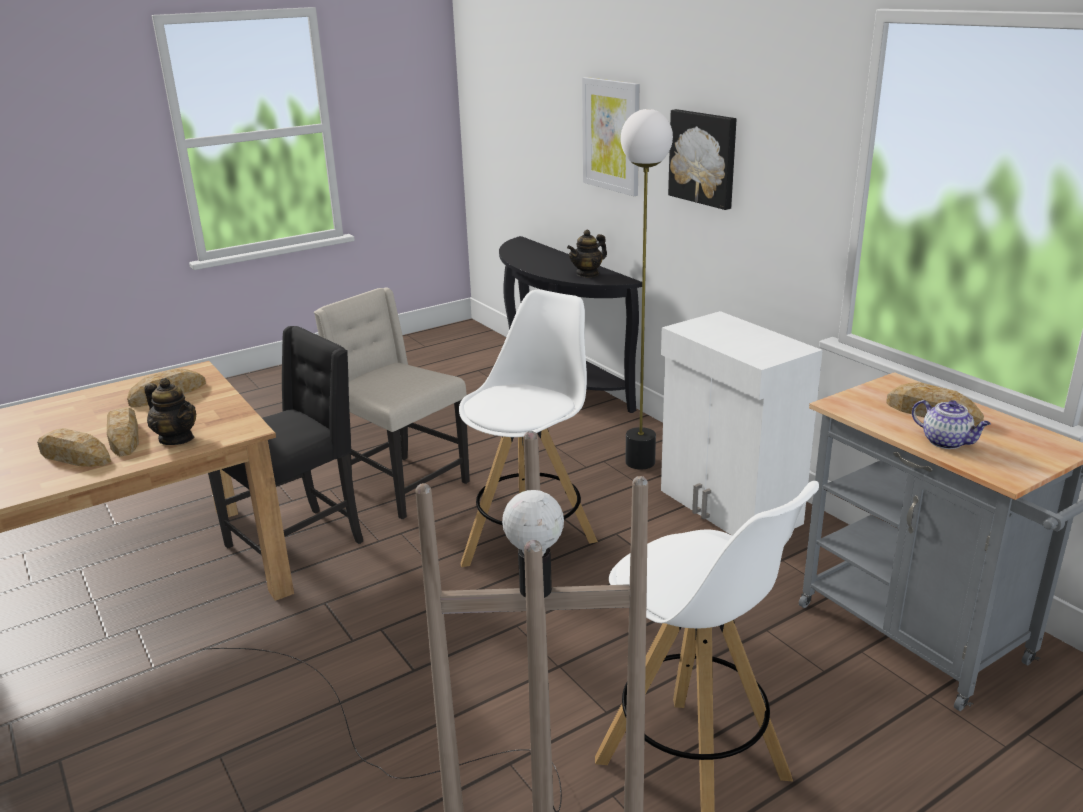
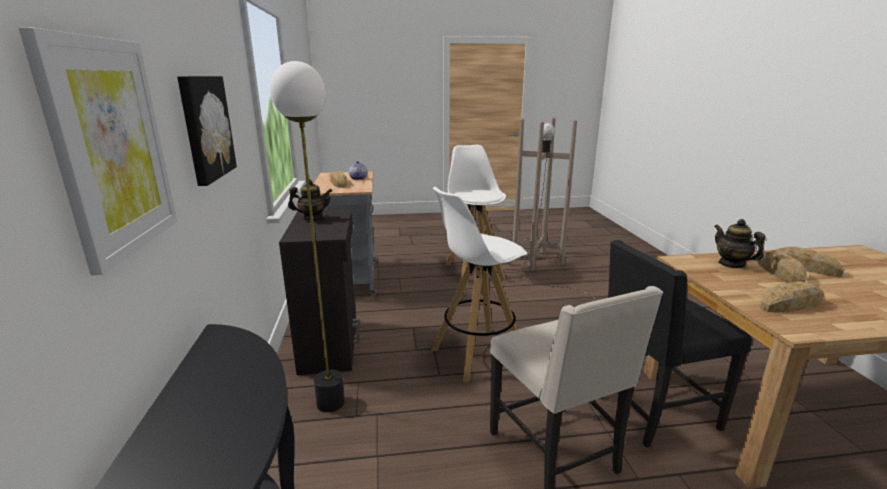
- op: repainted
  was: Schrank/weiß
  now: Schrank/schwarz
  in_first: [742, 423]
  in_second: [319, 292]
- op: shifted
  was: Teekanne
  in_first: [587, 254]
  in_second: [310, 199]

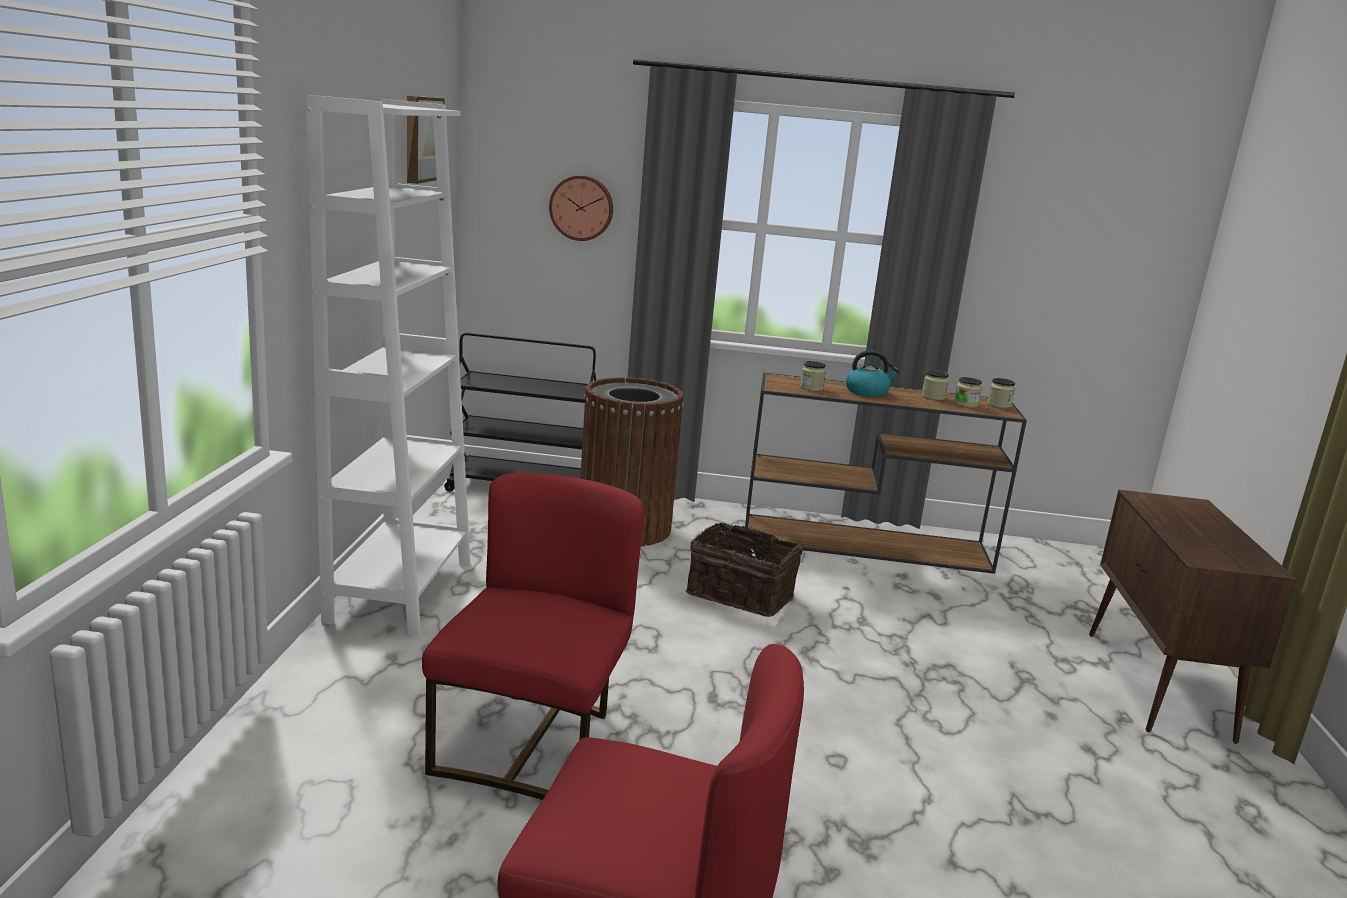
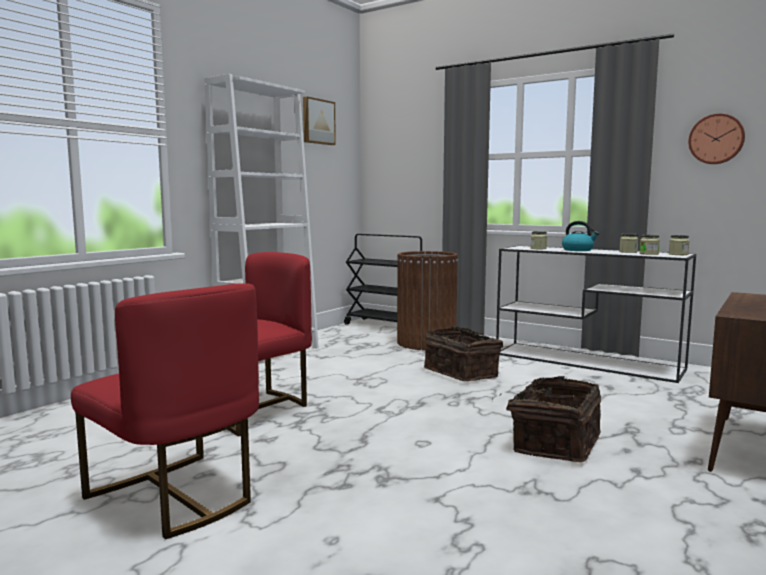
- op: new
  now: Korb
  in_second: [546, 419]
- op: repainted
  was: Konsolentisch/braun
  now: Konsolentisch/weiß
  in_first: [886, 473]
  in_second: [596, 314]
- op: shifted
  was: Wanduhr
  in_first: [581, 208]
  in_second: [716, 138]

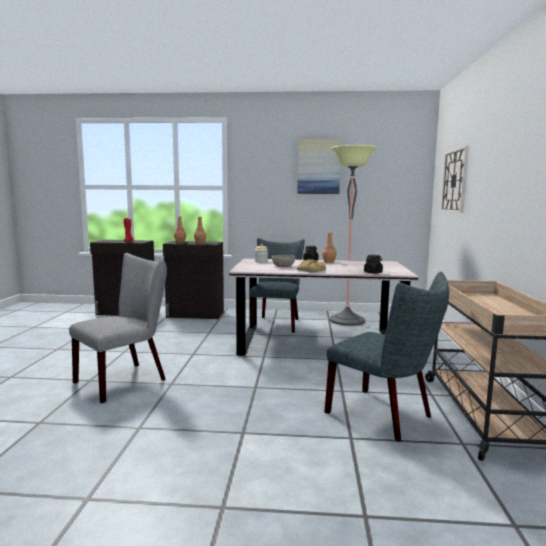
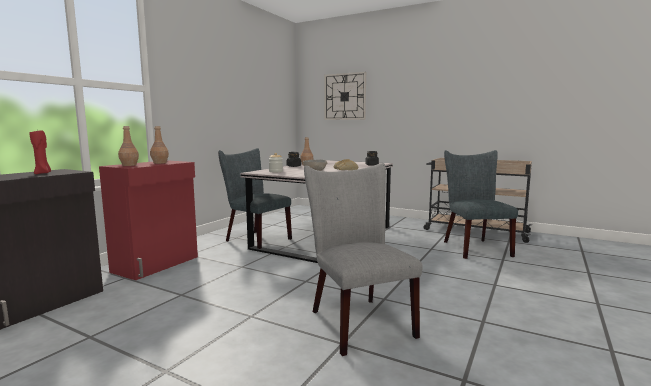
- op: repainted
  was: Schrank/schwarz
  now: Schrank/rot
  in_first: [193, 280]
  in_second: [148, 220]
- op: rotated
  was: Stuhl/grau
  in_first: [387, 357]
  in_second: [481, 204]
  clockwise: -75
- op: gone
  was: Bild
  in_first: [319, 167]
- op: gone
  was: Stehlampe
  in_first: [353, 235]

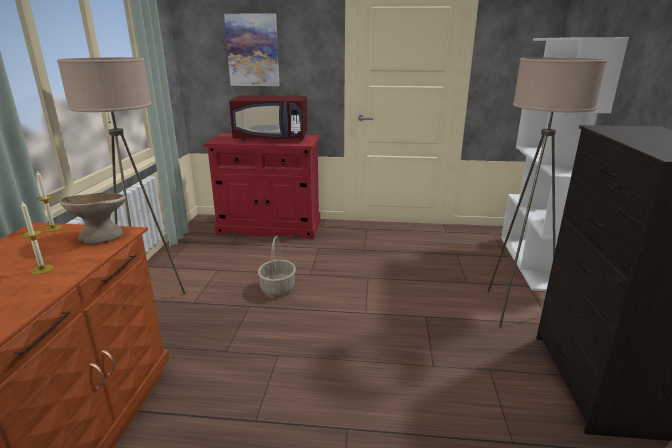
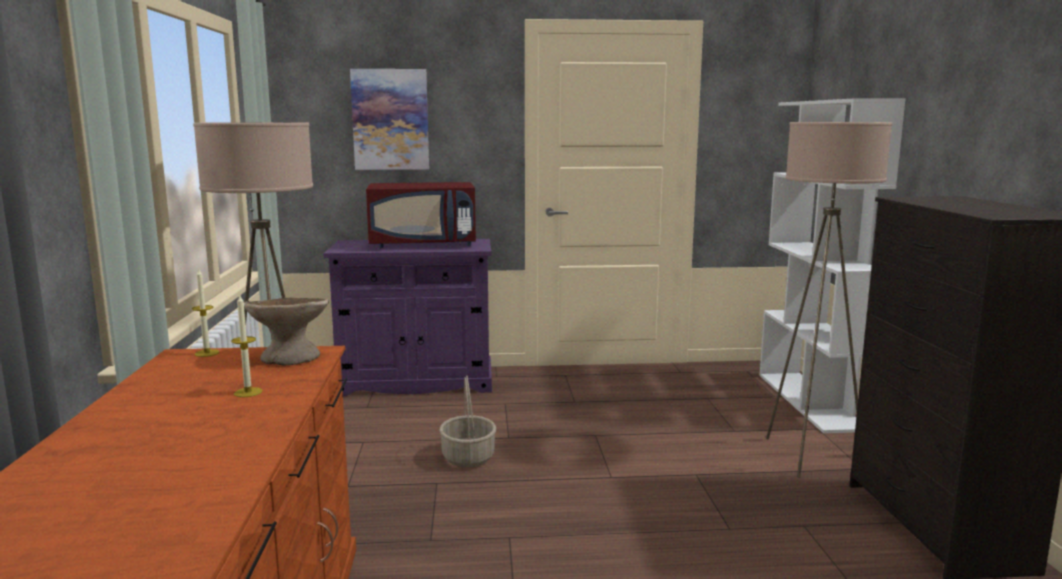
- op: repainted
  was: Schrank/rot
  now: Schrank/lila
  in_first: [261, 186]
  in_second: [407, 317]

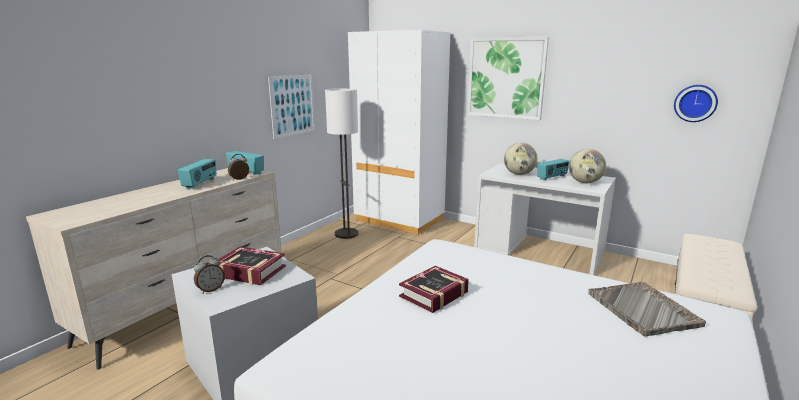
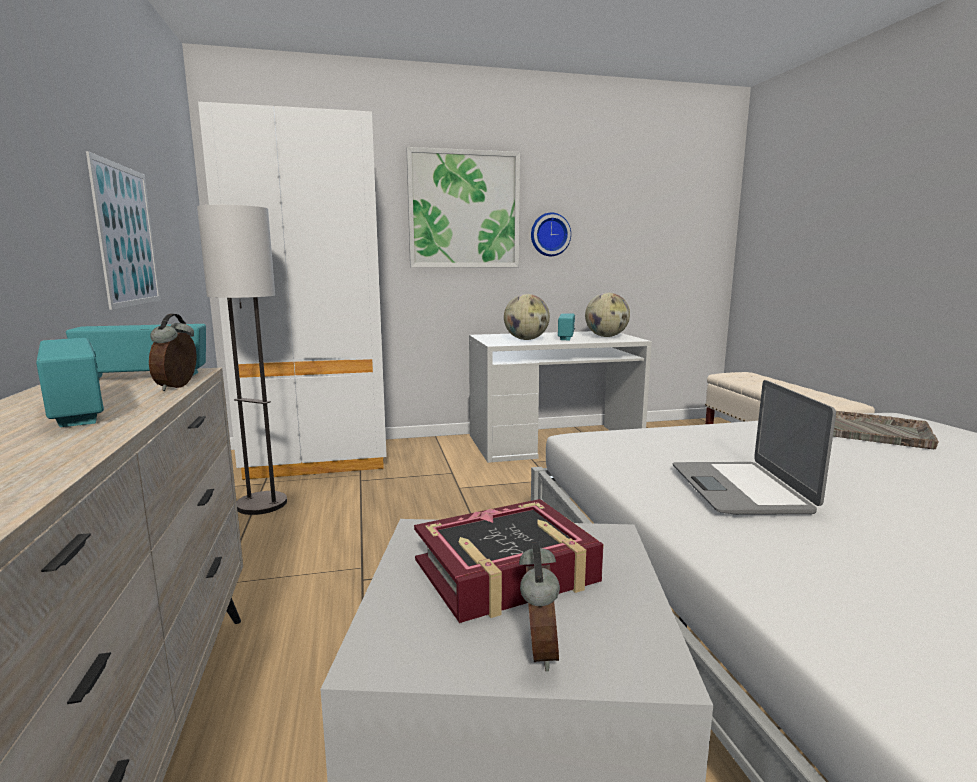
- op: shifted
  was: Wanduhr
  in_first: [696, 103]
  in_second: [551, 234]
- op: swapped
  was: Buch
  now: Laptop
  in_first: [434, 289]
  in_second: [754, 447]

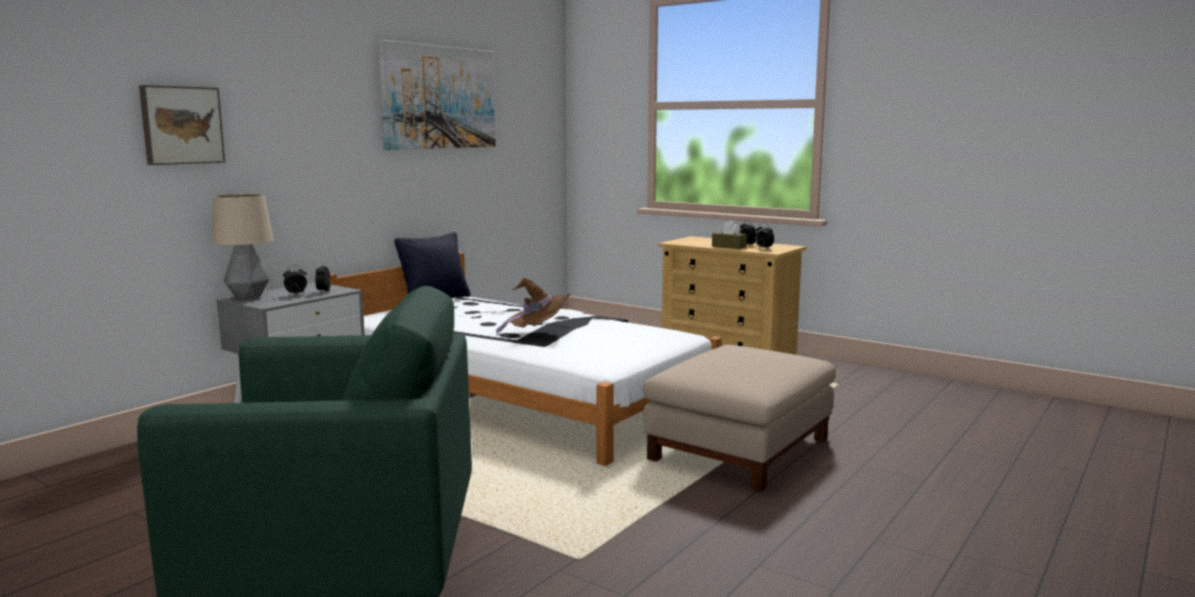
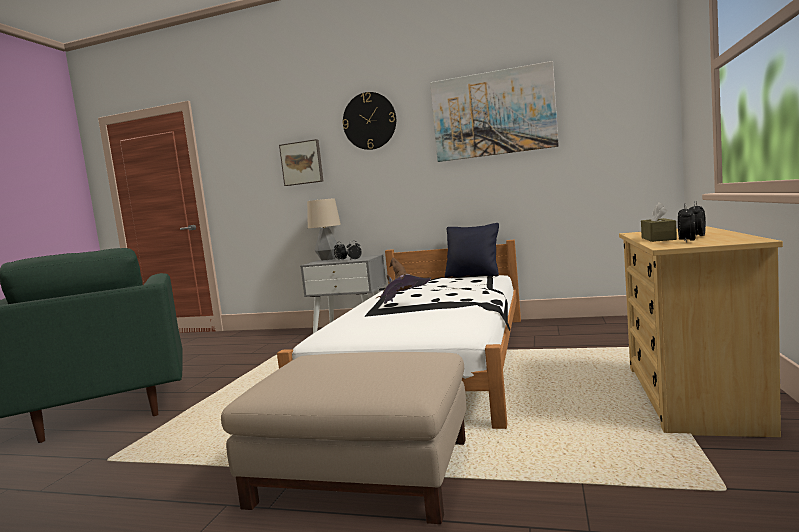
- op: new
  now: Wanduhr
  in_second: [369, 121]

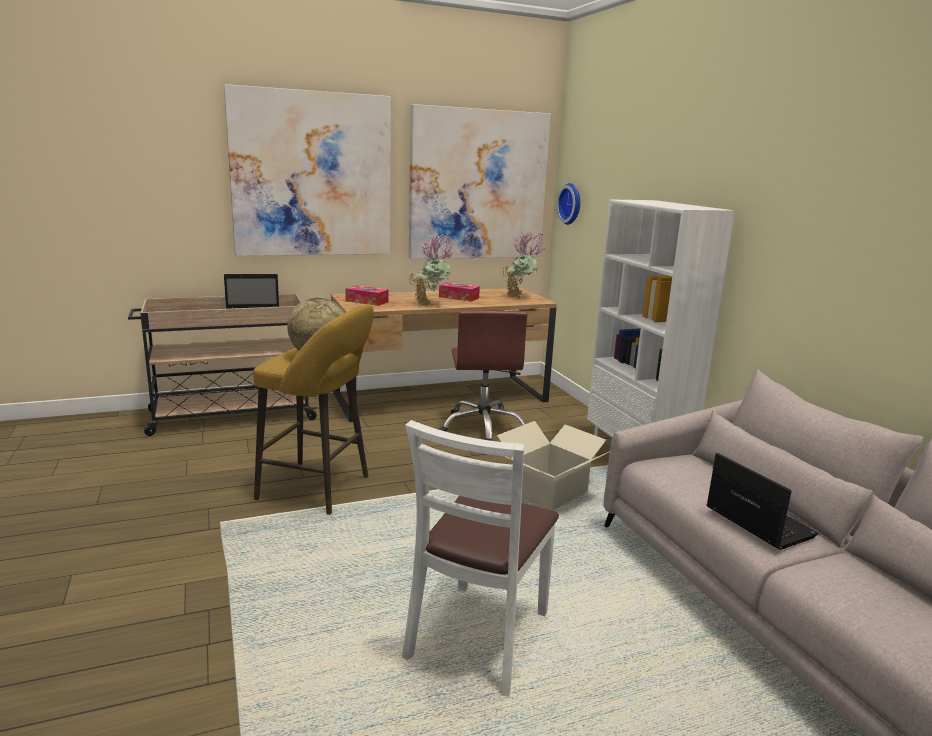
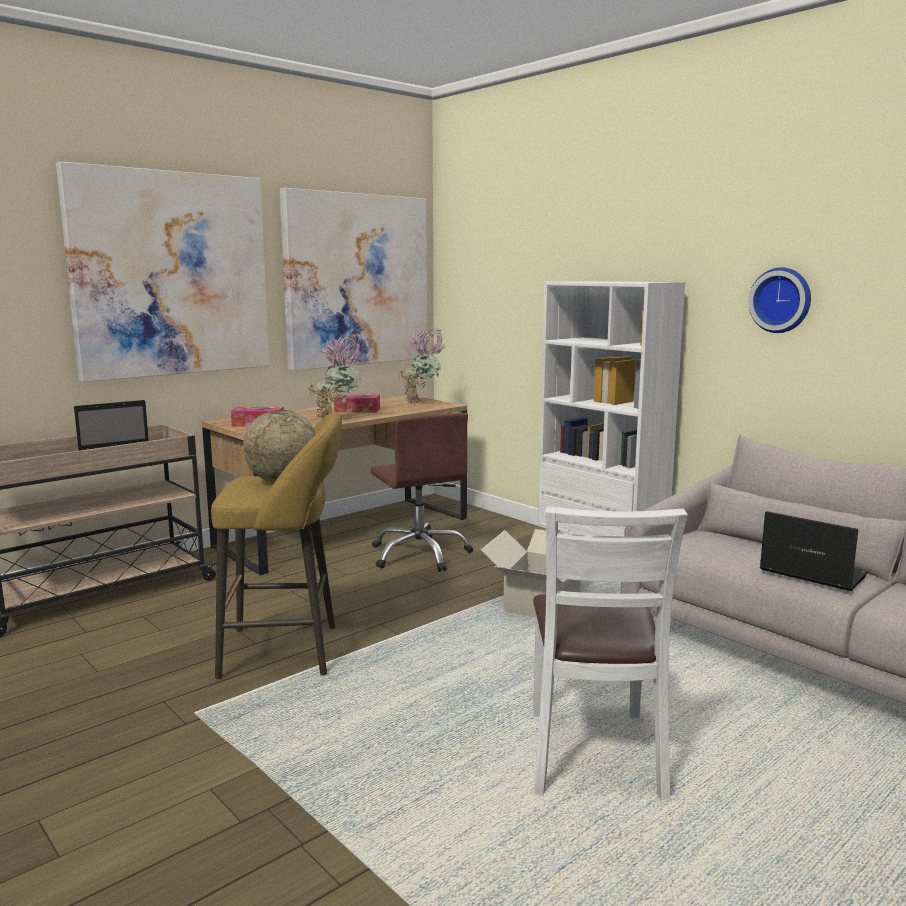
- op: shifted
  was: Wanduhr
  in_first: [568, 204]
  in_second: [779, 300]

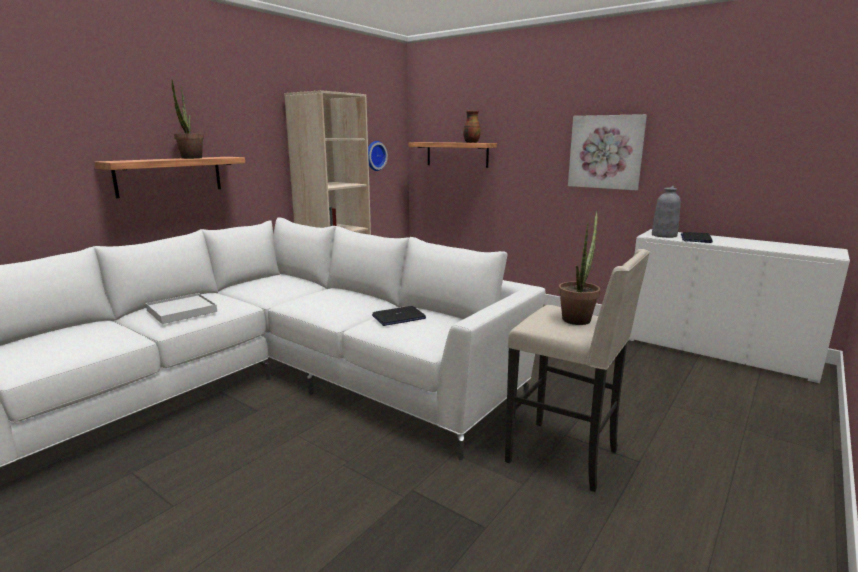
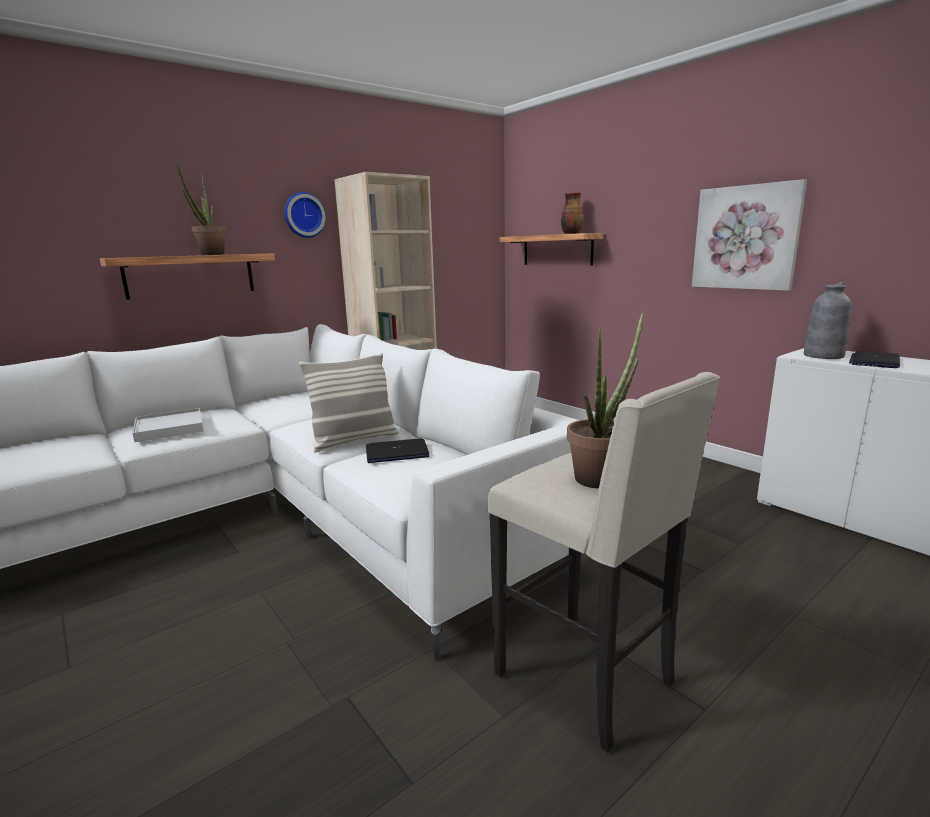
- op: shifted
  was: Wanduhr
  in_first: [378, 156]
  in_second: [305, 215]
- op: new
  now: Kissen
  in_second: [349, 402]

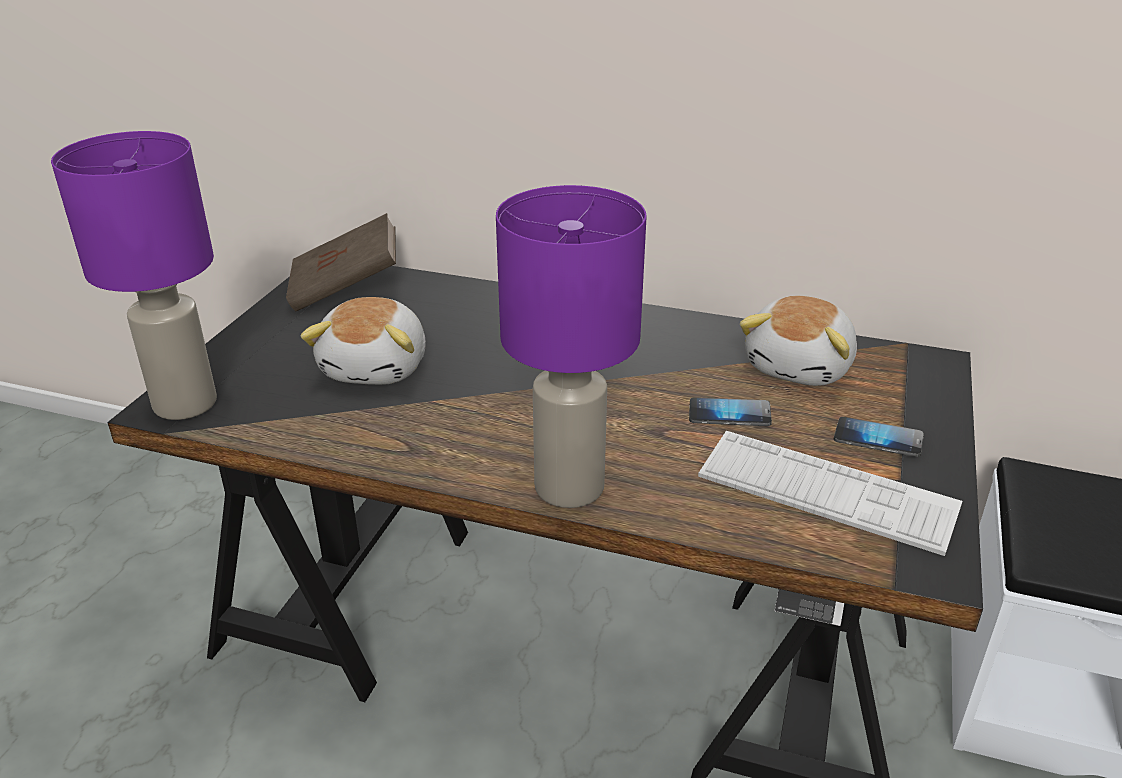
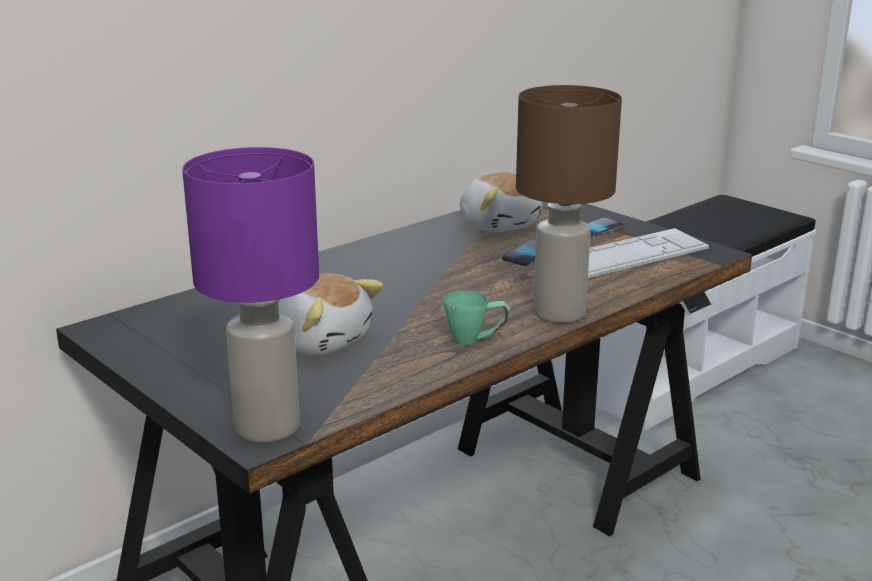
- op: new
  now: Henkelbecher/grün
  in_second: [476, 318]
- op: repainted
  was: Tischlampe/lila
  now: Tischlampe/braun
  in_first: [571, 346]
  in_second: [569, 204]
- op: gone
  was: Buch/braun
  in_first: [341, 262]

